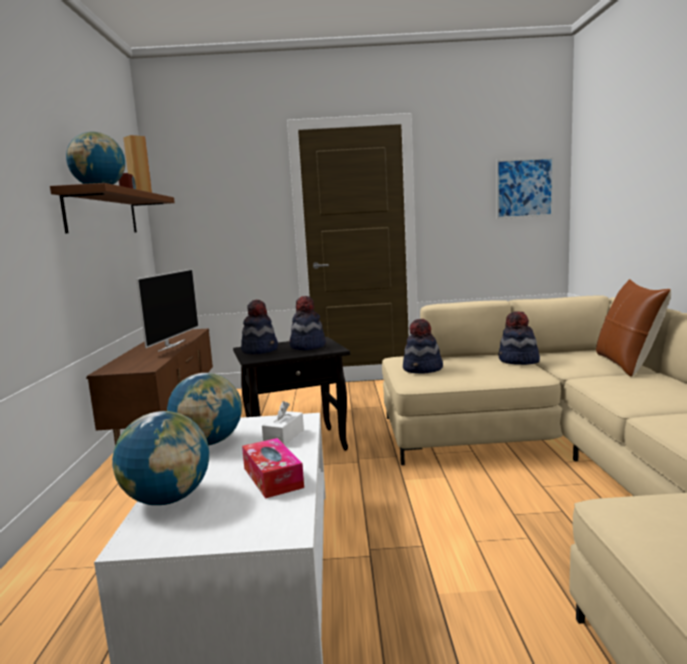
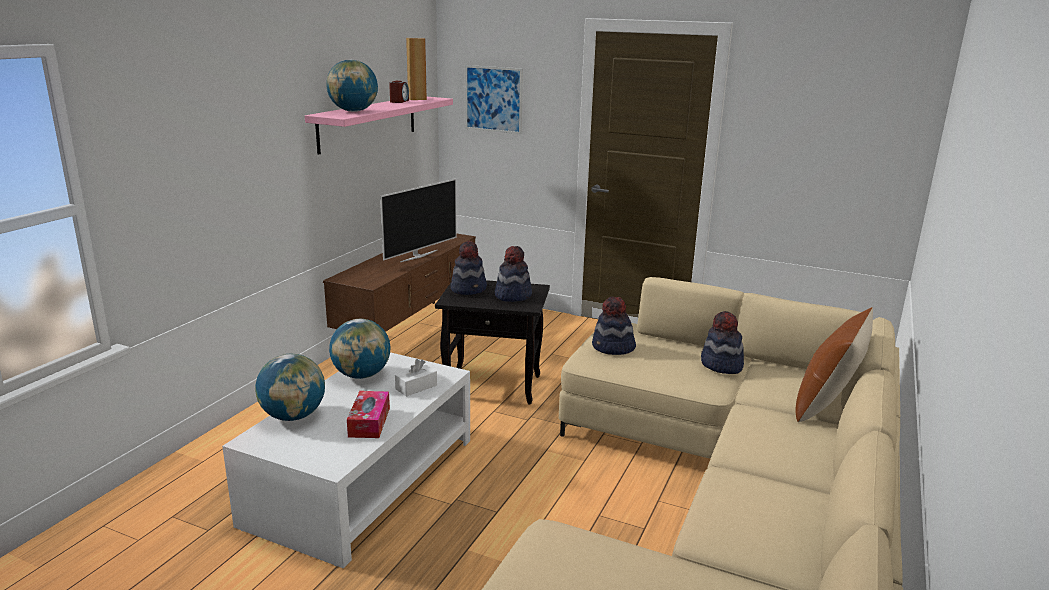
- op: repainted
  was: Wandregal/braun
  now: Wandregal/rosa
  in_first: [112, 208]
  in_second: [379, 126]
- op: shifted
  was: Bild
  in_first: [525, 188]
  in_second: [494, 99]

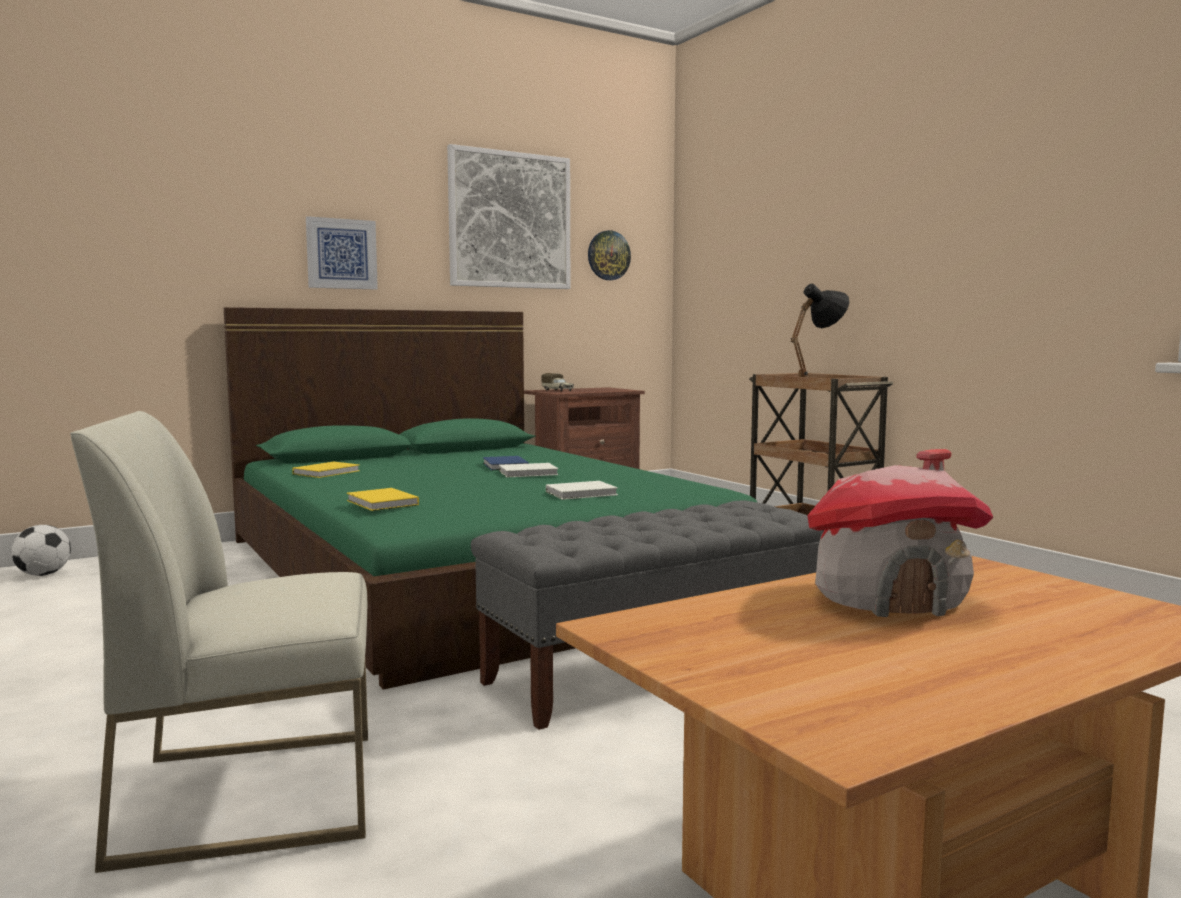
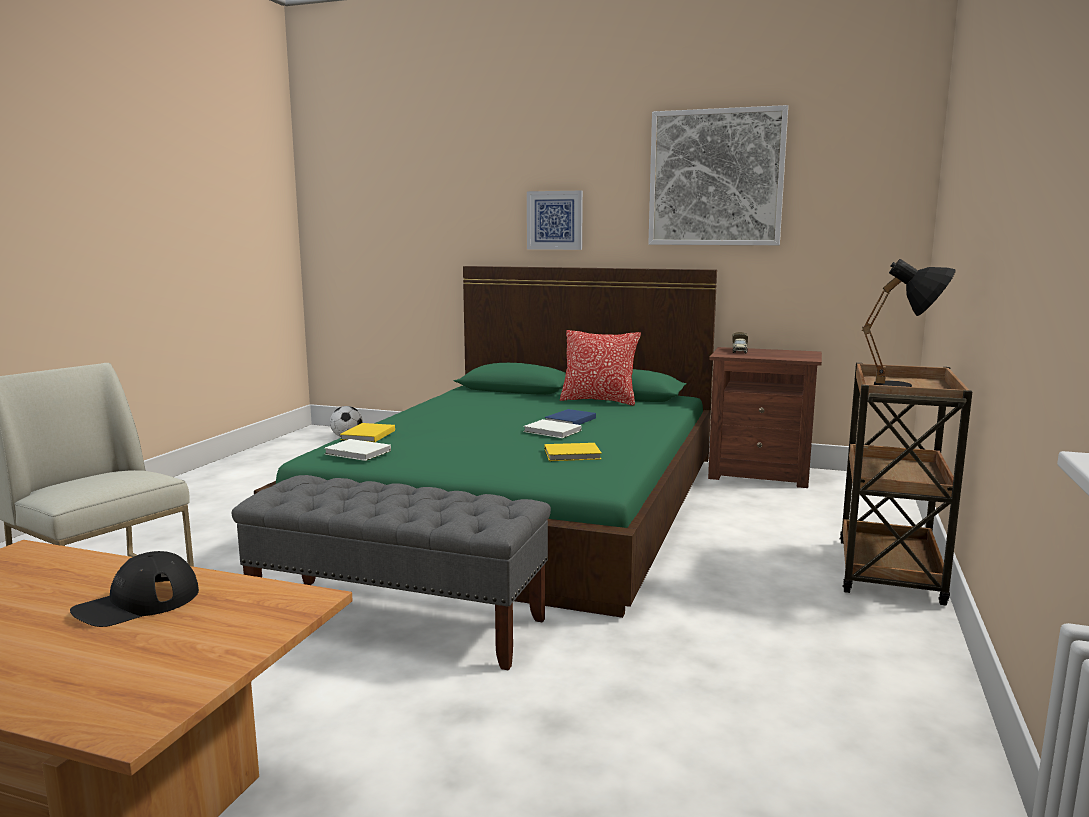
- op: swapped
  was: Spielzeughaus
  now: Kappe/schwarz
  in_first: [900, 533]
  in_second: [134, 589]
- op: shifted
  was: Buch/weiß
  in_first: [582, 490]
  in_second: [357, 450]
- op: shifted
  was: Buch/gelb
  in_first: [326, 470]
  in_second: [573, 452]
- op: new
  now: Kissen
  in_second: [600, 367]
- op: gone
  was: Wanduhr
  in_first: [609, 255]

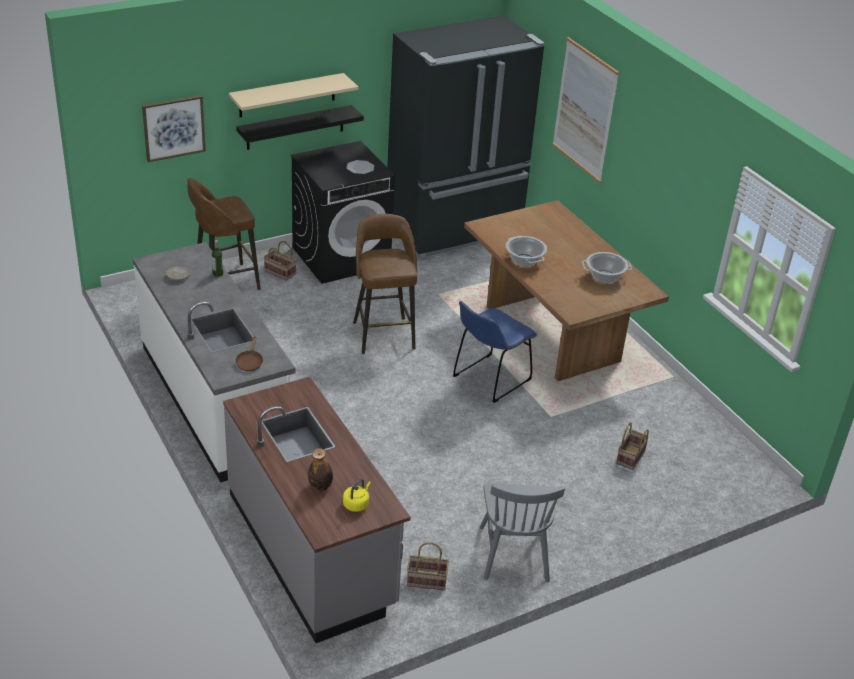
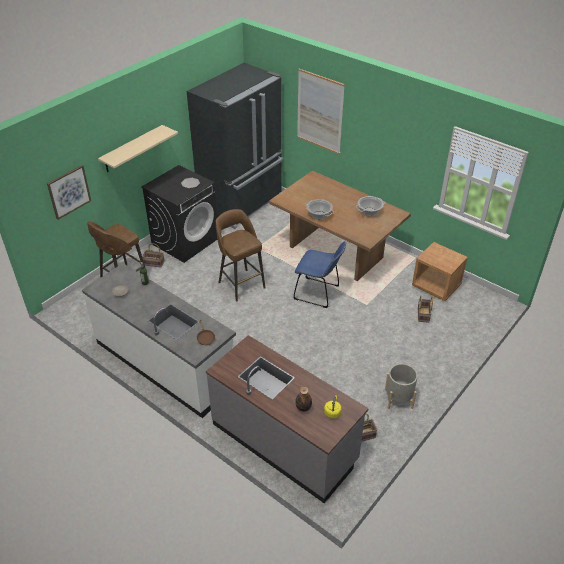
- op: rotated
  was: Stuhl/blau
  in_first: [495, 352]
  in_second: [320, 274]
  clockwise: -90
- op: swapped
  was: Stuhl/grau
  now: Pflanzkübel/grau
  in_first: [522, 533]
  in_second: [401, 386]
- op: new
  now: Nachttisch/braun
  in_second: [440, 271]
- op: gone
  was: Wandregal/schwarz
  in_first: [300, 127]

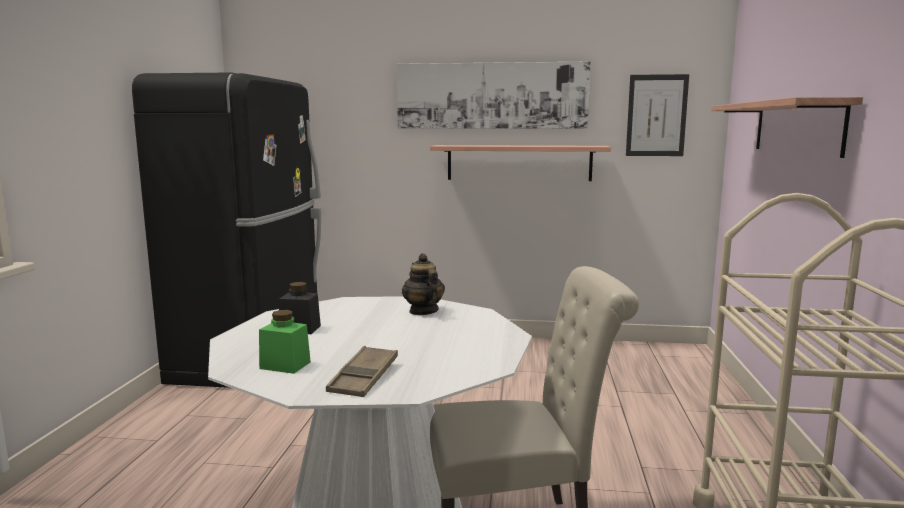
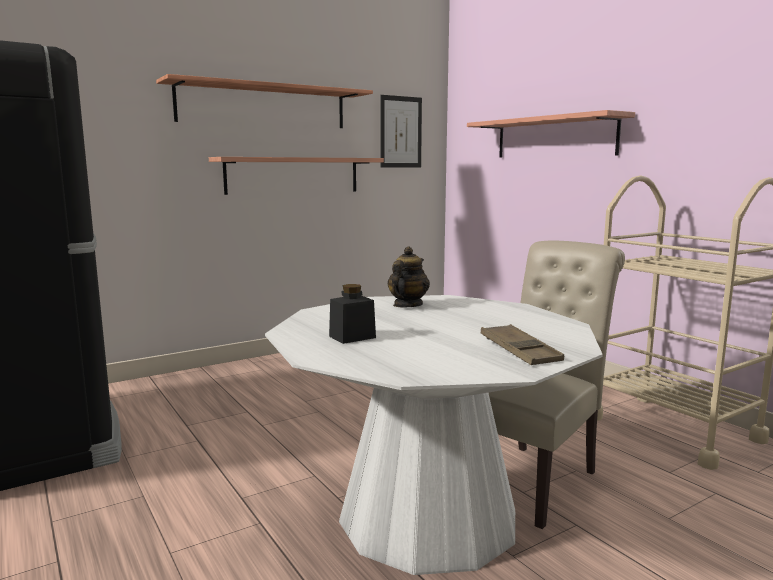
- op: swapped
  was: Bild
  now: Wandregal
  in_first: [494, 95]
  in_second: [264, 101]
- op: rotated
  was: Teekanne
  in_first: [423, 284]
  in_second: [408, 276]
  clockwise: 90
- op: gone
  was: Vorratsglas/grün
  in_first: [285, 342]

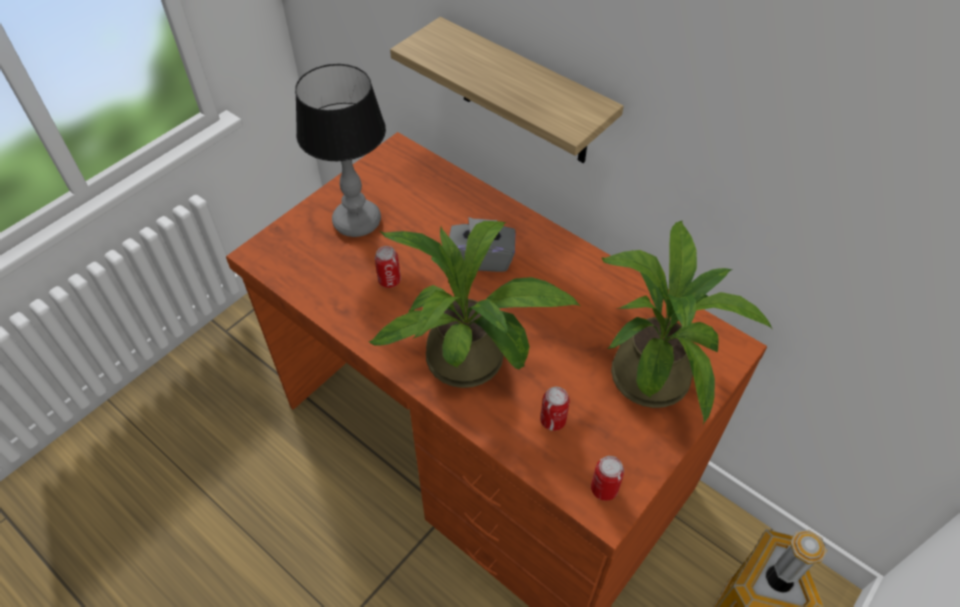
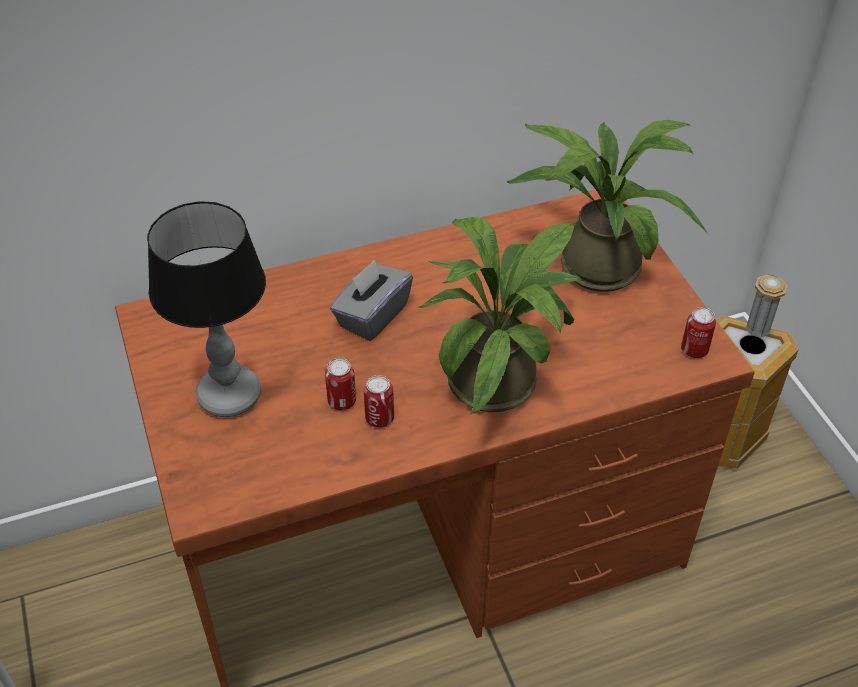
- op: shifted
  was: Dose
  in_first: [555, 409]
  in_second: [379, 401]
- op: gone
  was: Wandregal
  in_first: [507, 90]

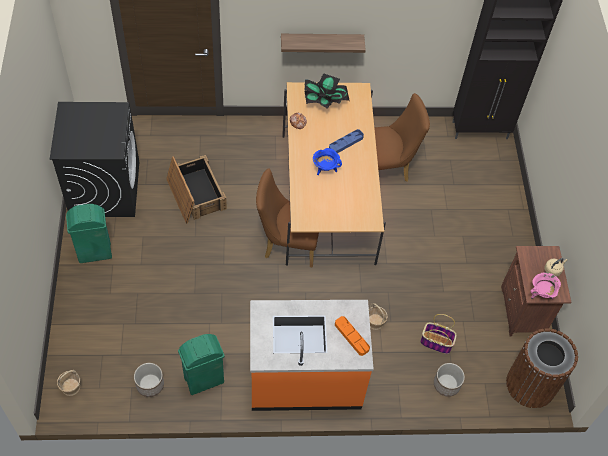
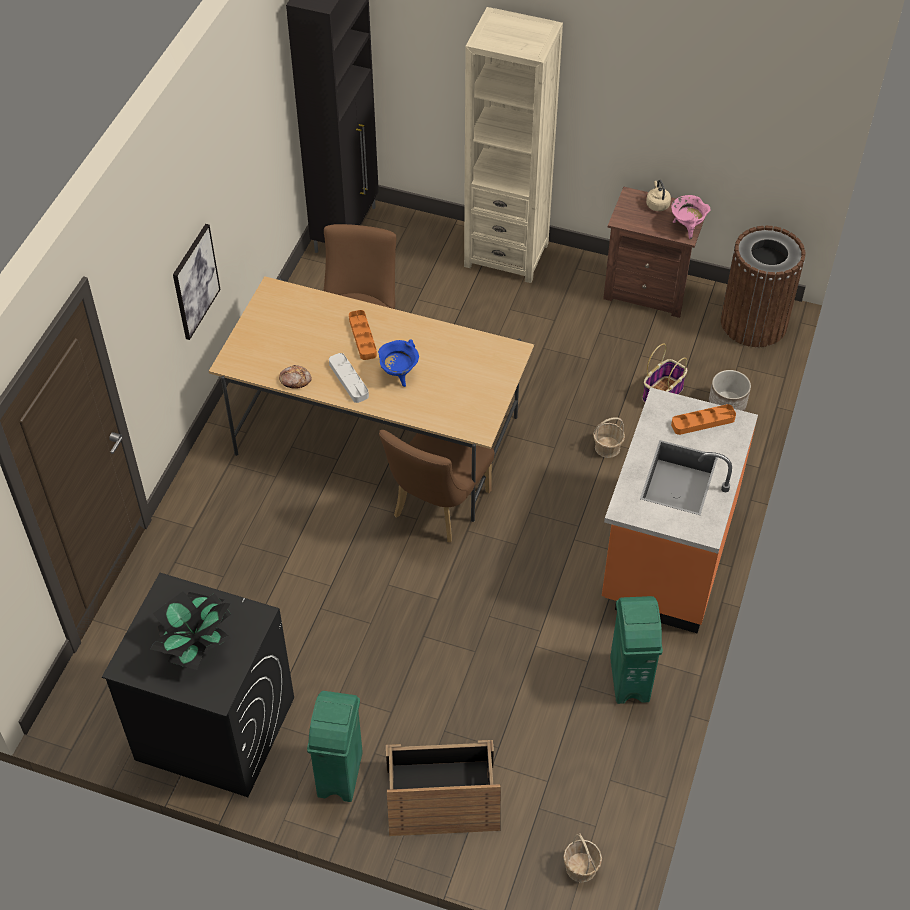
- op: shifted
  was: Topfpflanze
  in_first: [327, 91]
  in_second: [191, 630]
- op: swapped
  was: Wandregal
  now: Bild
  in_first: [323, 43]
  in_second: [197, 282]
- op: new
  now: Tablett/grau
  in_second: [349, 378]
- op: repainted
  was: Tablett/blau
  now: Tablett/orange
  in_first: [346, 141]
  in_second: [363, 335]
- op: shifted
  was: Kiste
  in_first: [196, 189]
  in_second: [443, 788]
- op: new
  now: Bücherregal/beige
  in_second: [513, 145]
- op: gone
  was: Pflanzkübel
  in_first: [149, 380]

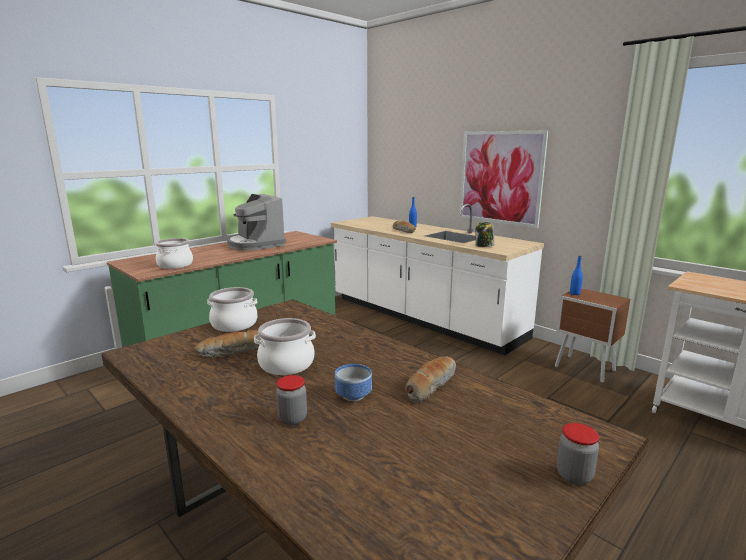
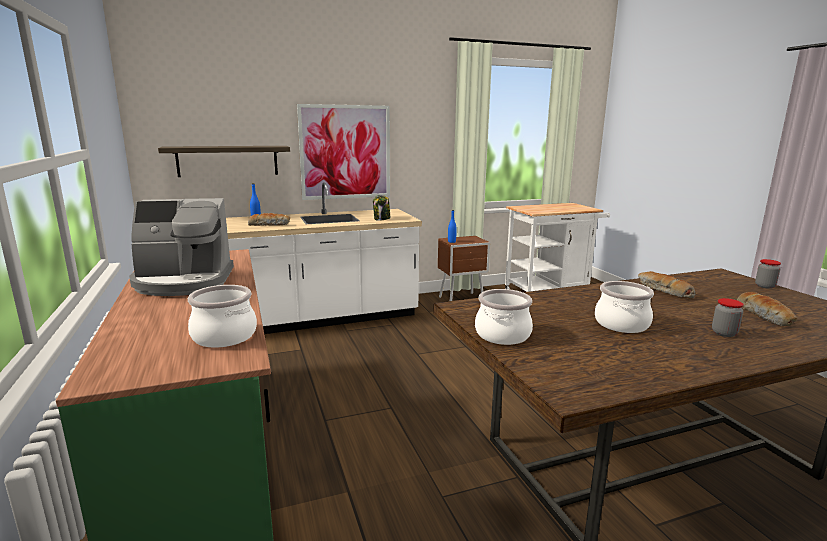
- op: new
  now: Wandregal
  in_second: [224, 161]
- op: shifted
  was: Brot
  in_first: [228, 344]
  in_second: [767, 309]
- op: gone
  was: Schüssel
  in_first: [353, 382]

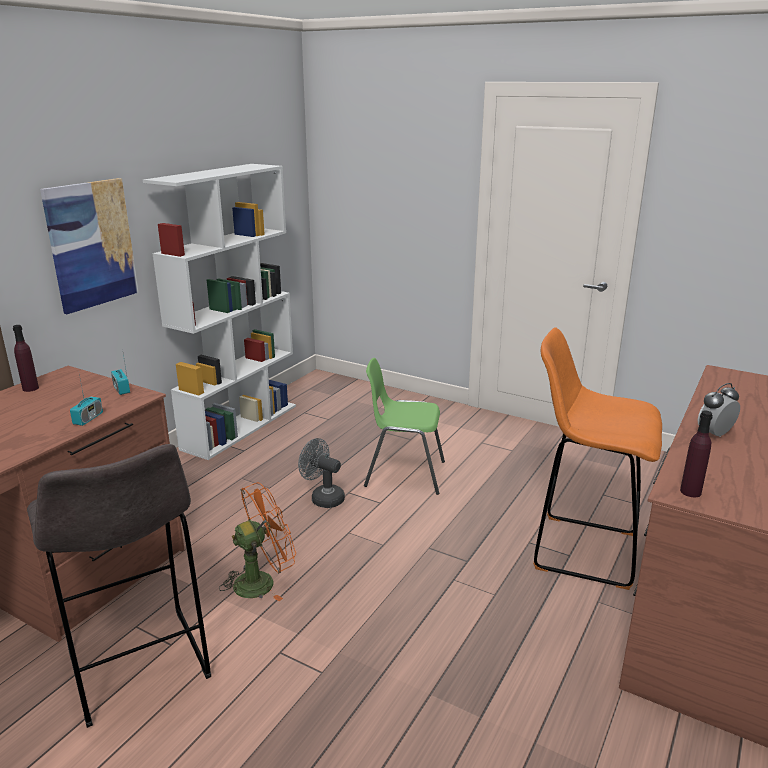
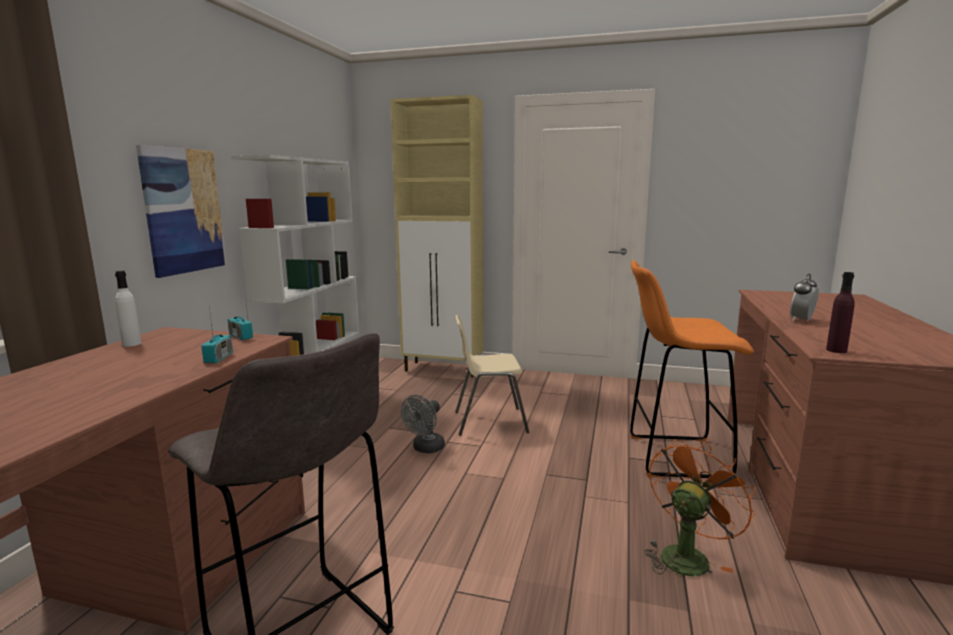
- op: repainted
  was: Flasche/lila
  now: Flasche/weiß
  in_first: [26, 358]
  in_second: [128, 309]
- op: new
  now: Schrank/beige
  in_second: [437, 236]
- op: rotated
  was: Ventilator/grau
  in_first: [321, 473]
  in_second: [423, 424]
  clockwise: -75
- op: repainted
  was: Stuhl/grün
  now: Stuhl/beige
  in_first: [404, 426]
  in_second: [492, 375]
- op: shifted
  was: Ventilator/orange
  in_first: [257, 541]
  in_second: [700, 508]

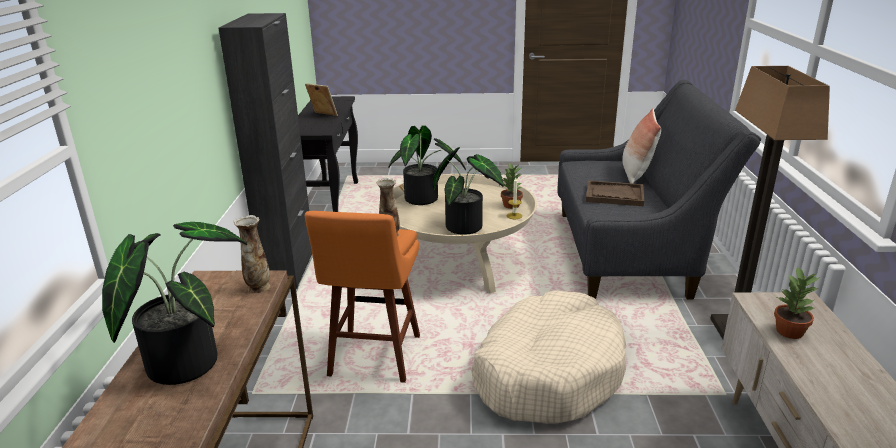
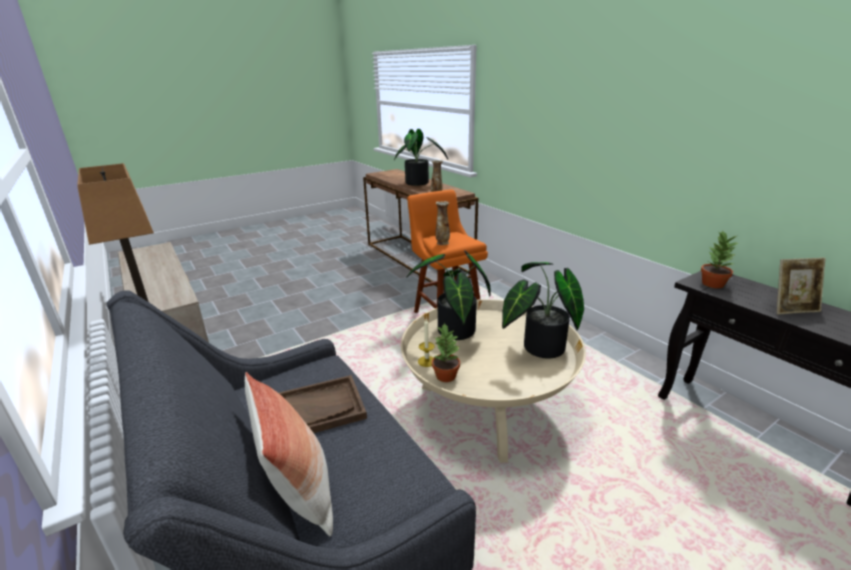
- op: shifted
  was: Topfpflanze
  in_first: [797, 302]
  in_second: [719, 259]
- op: gone
  was: Schrank/schwarz
  in_first: [265, 151]
- op: gone
  was: Hundebett/beige
  in_first: [548, 357]

